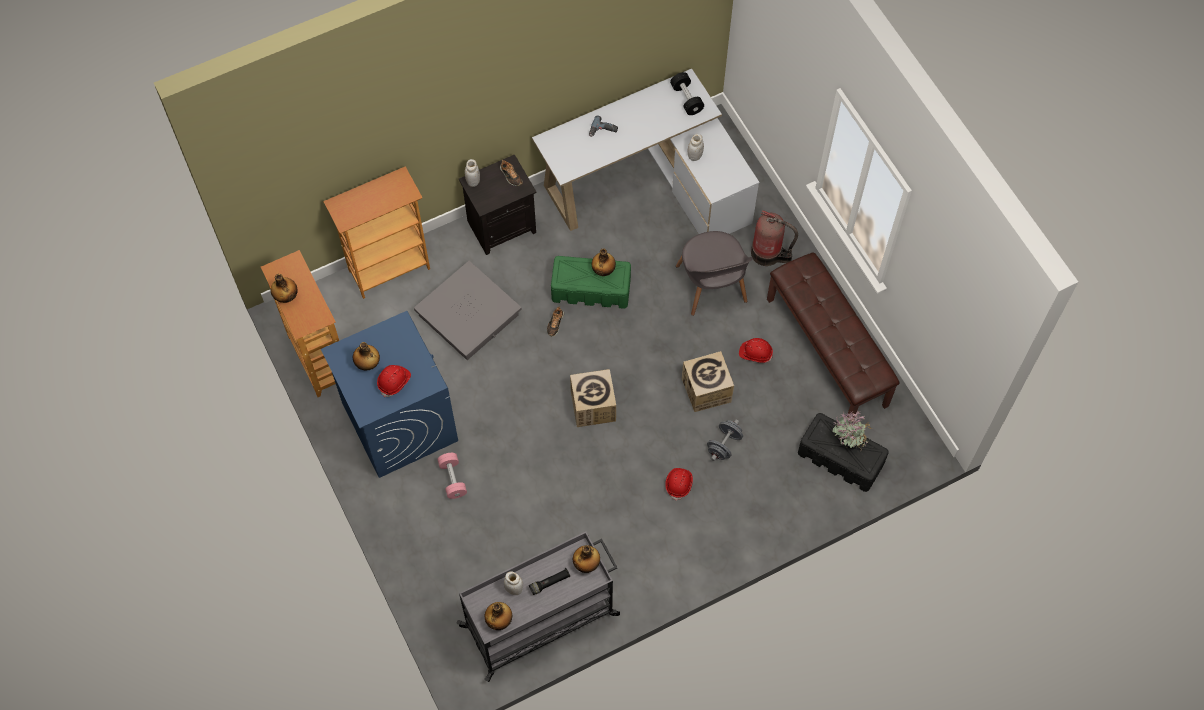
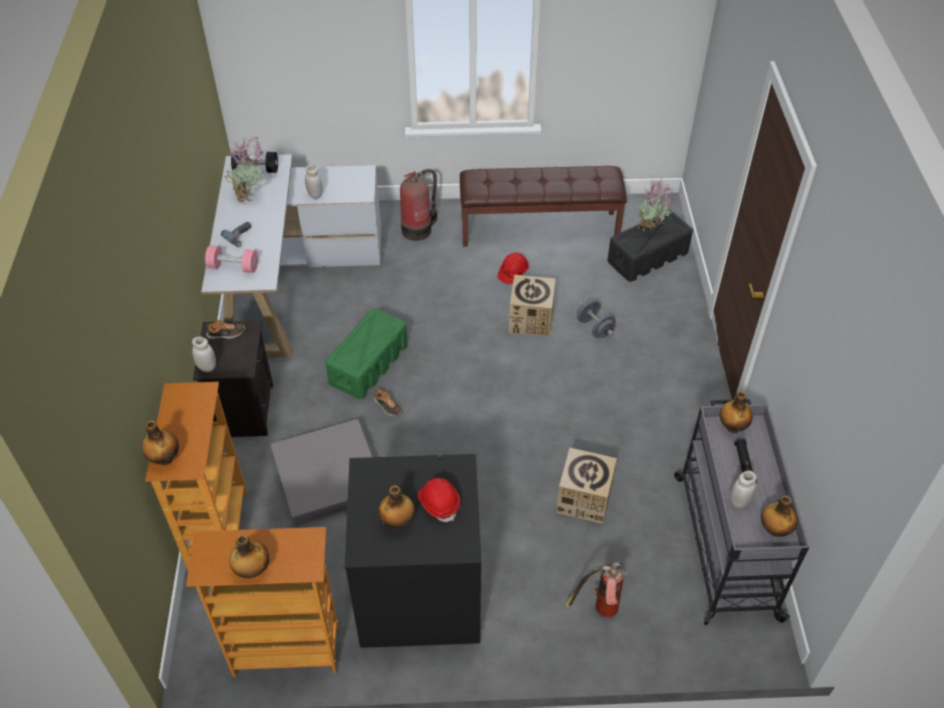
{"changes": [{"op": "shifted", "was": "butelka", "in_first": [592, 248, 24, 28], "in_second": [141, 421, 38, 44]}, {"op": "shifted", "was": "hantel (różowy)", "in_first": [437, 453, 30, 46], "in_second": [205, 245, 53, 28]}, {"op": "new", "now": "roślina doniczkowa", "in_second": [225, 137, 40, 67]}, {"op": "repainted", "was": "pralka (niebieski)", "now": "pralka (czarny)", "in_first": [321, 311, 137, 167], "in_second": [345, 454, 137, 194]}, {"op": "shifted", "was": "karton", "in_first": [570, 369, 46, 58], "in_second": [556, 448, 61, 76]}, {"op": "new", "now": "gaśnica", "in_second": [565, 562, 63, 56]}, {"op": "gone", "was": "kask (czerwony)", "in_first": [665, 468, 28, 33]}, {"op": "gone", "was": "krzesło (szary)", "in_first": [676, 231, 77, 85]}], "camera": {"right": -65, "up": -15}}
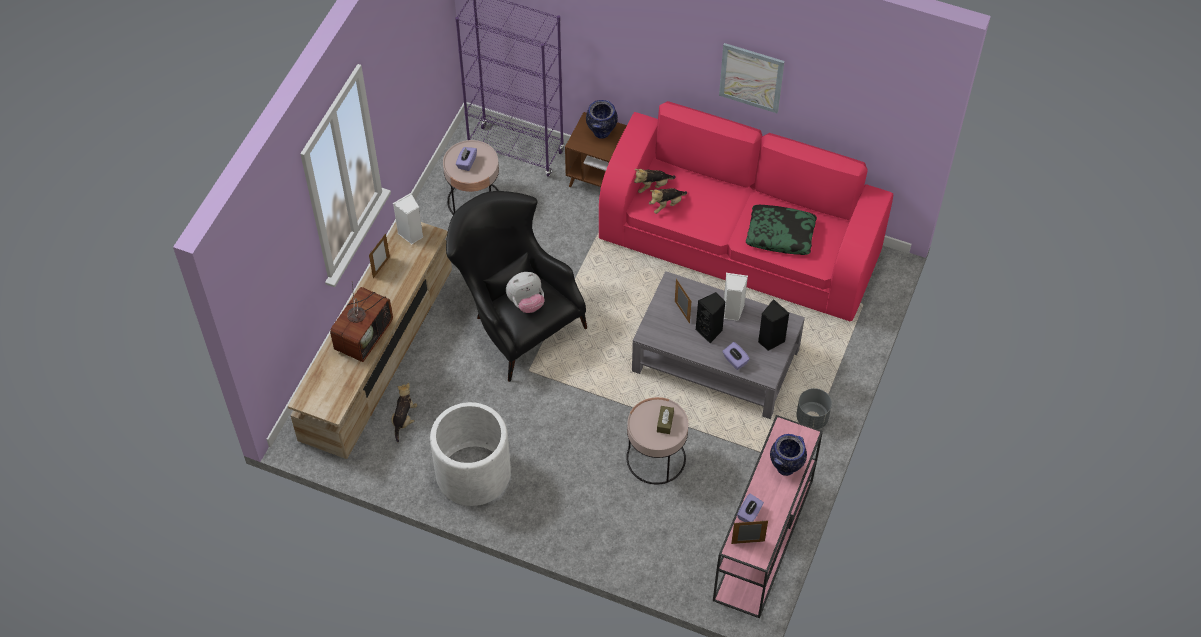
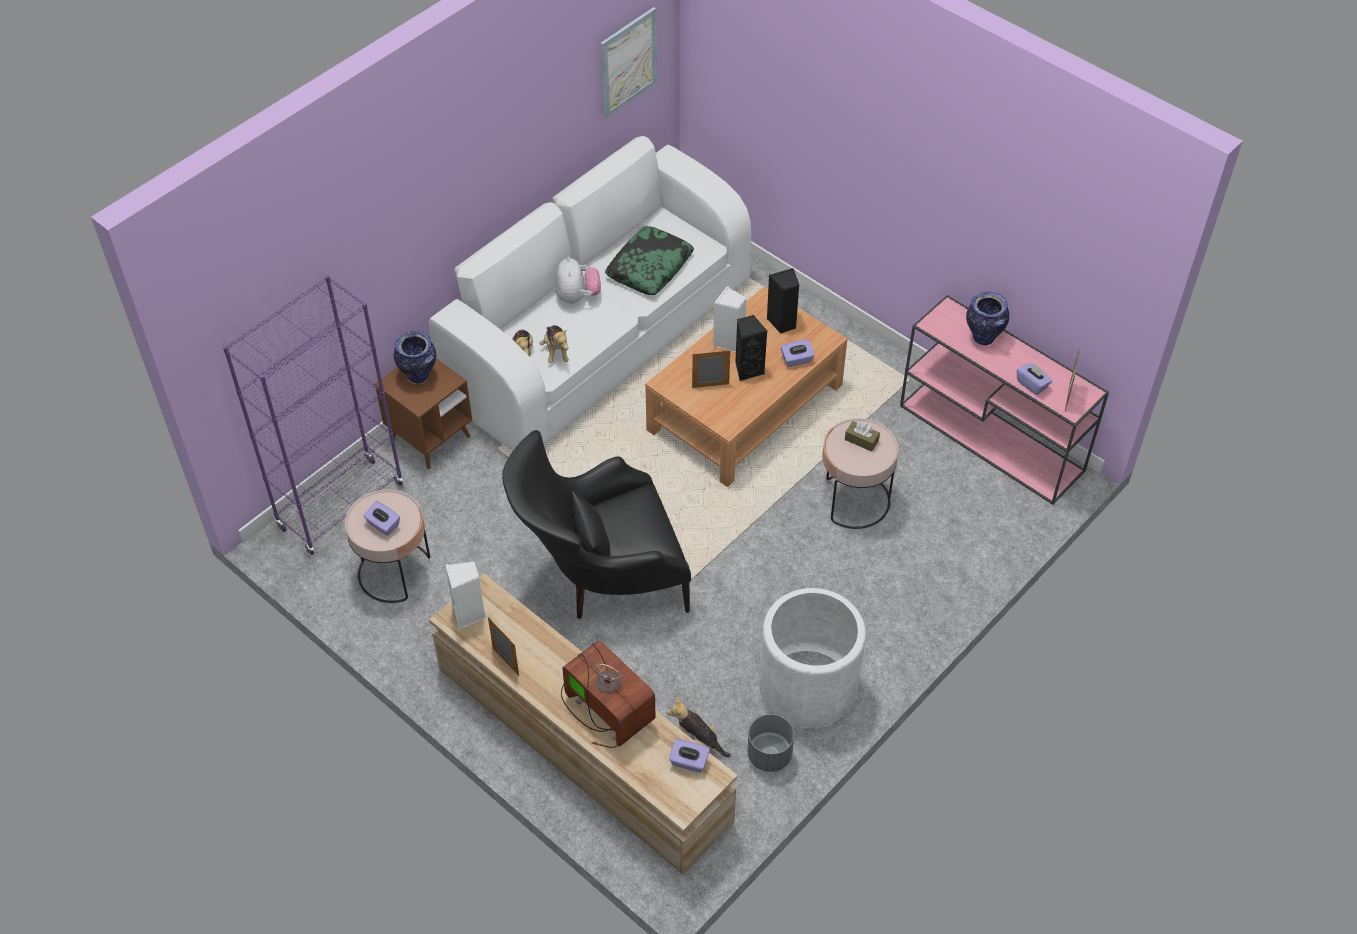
{"changes": [{"op": "repainted", "was": "kanapa (różowy)", "now": "kanapa (biały)", "in_first": [599, 101, 294, 220], "in_second": [429, 136, 323, 315]}, {"op": "shifted", "was": "pluszak", "in_first": [506, 272, 39, 41], "in_second": [555, 256, 46, 48]}, {"op": "shifted", "was": "obraz", "in_first": [719, 43, 66, 70], "in_second": [600, 7, 57, 111]}, {"op": "repainted", "was": "ława (szary)", "now": "ława (brązowy)", "in_first": [632, 271, 173, 148], "in_second": [645, 286, 203, 201]}, {"op": "new", "now": "pudełko chusteczek (fioletowy)", "in_second": [669, 739, 41, 33]}, {"op": "shifted", "was": "donica (szary)", "in_first": [796, 388, 36, 41], "in_second": [747, 714, 47, 58]}], "camera": {"right": -70, "up": -5}}
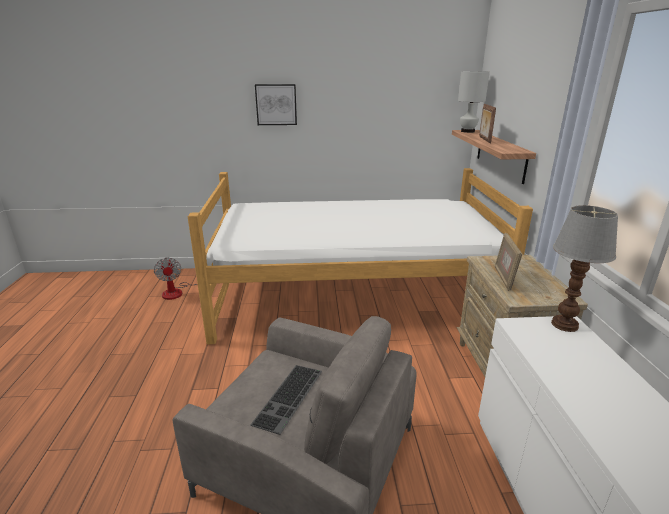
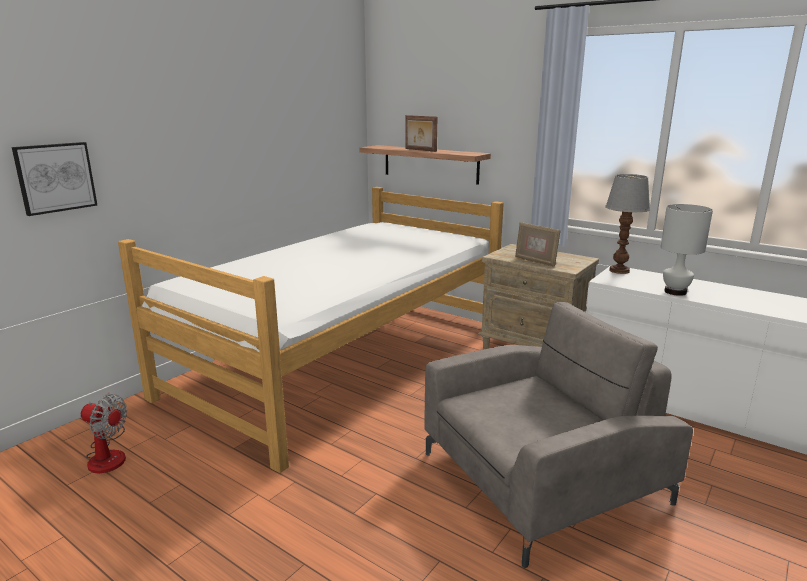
{"changes": [{"op": "shifted", "was": "obraz", "in_first": [255, 84, 42, 41], "in_second": [11, 142, 86, 74]}, {"op": "shifted", "was": "lampa stołowa (biały)", "in_first": [458, 71, 32, 62], "in_second": [661, 204, 52, 92]}, {"op": "gone", "was": "klawiatura", "in_first": [251, 365, 71, 70]}], "camera": {"right": -50, "up": -5}}
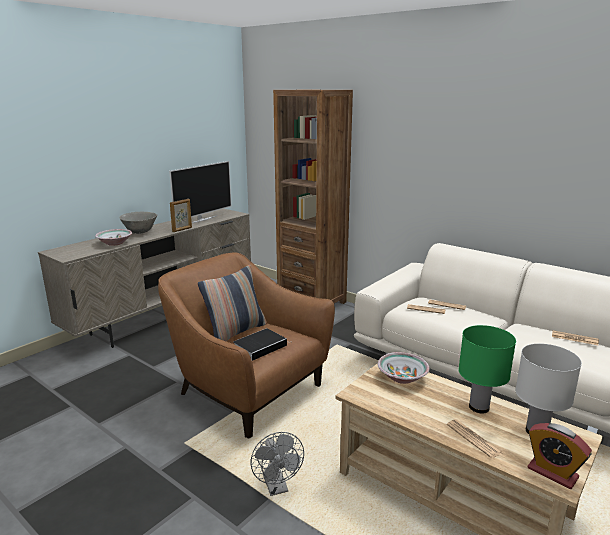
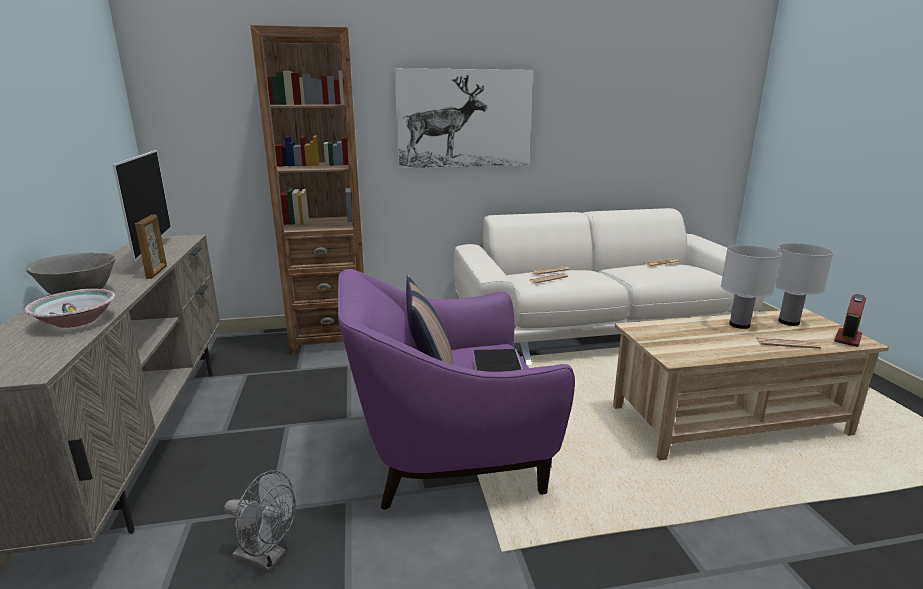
{"changes": [{"op": "shifted", "was": "wentylator (szary)", "in_first": [251, 432, 53, 64], "in_second": [224, 470, 72, 101]}, {"op": "repainted", "was": "fotel (brązowy)", "now": "fotel (fioletowy)", "in_first": [158, 252, 177, 186], "in_second": [338, 269, 237, 241]}, {"op": "new", "now": "obraz", "in_second": [395, 68, 138, 100]}, {"op": "repainted", "was": "lampa stołowa (zielony)", "now": "lampa stołowa (biały)", "in_first": [458, 325, 58, 88], "in_second": [721, 245, 60, 84]}, {"op": "rotated", "was": "budzik", "in_first": [528, 423, 64, 66], "in_second": [834, 294, 32, 53], "clockwise": 135}, {"op": "gone", "was": "miska", "in_first": [378, 352, 51, 32]}], "camera": {"right": -50, "up": 0}}
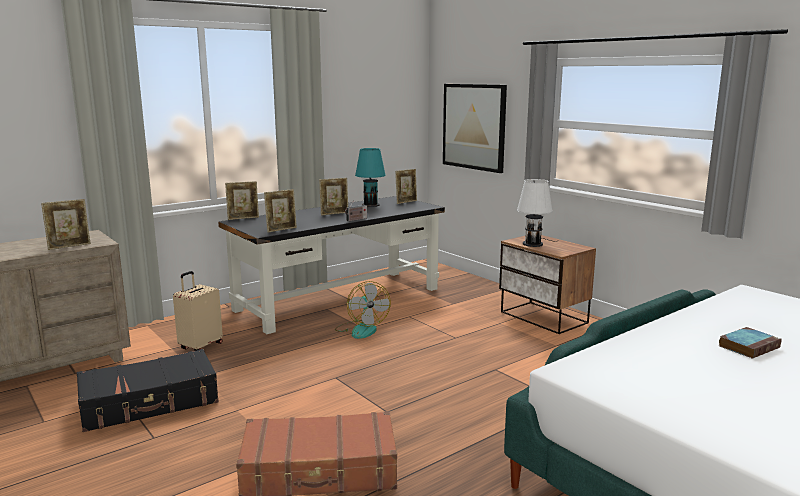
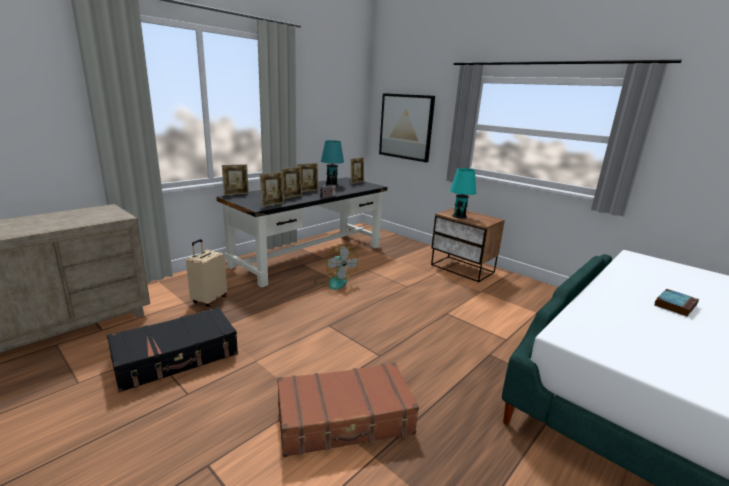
{"changes": [{"op": "shifted", "was": "ramka na zdjęcie", "in_first": [41, 199, 50, 51], "in_second": [280, 167, 22, 32]}, {"op": "repainted", "was": "lampa stołowa (biały)", "now": "lampa stołowa (turkusowy)", "in_first": [517, 179, 40, 68], "in_second": [450, 168, 26, 51]}], "camera": {"right": -10, "up": 5}}
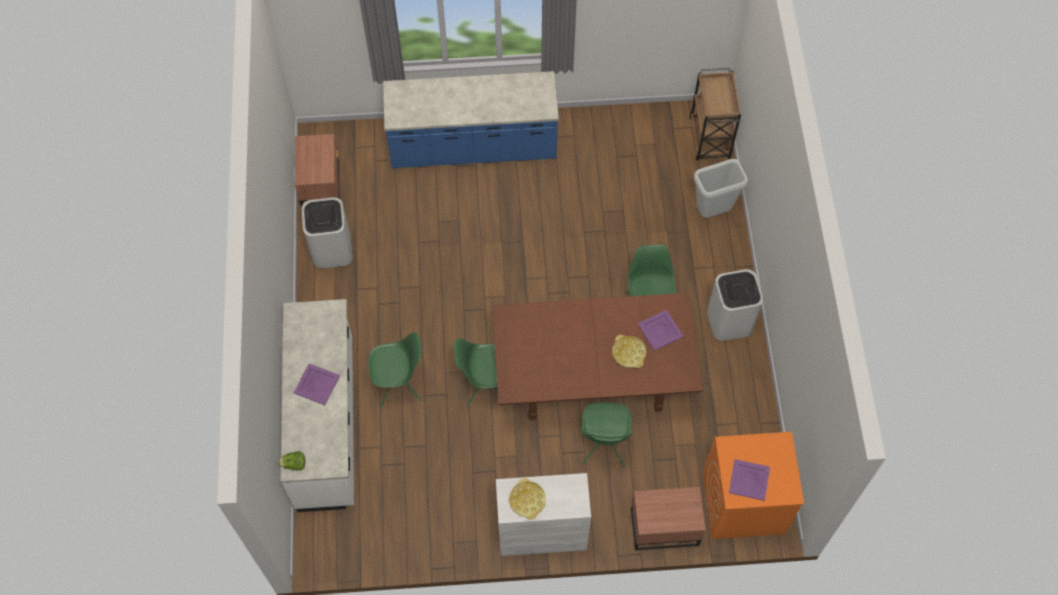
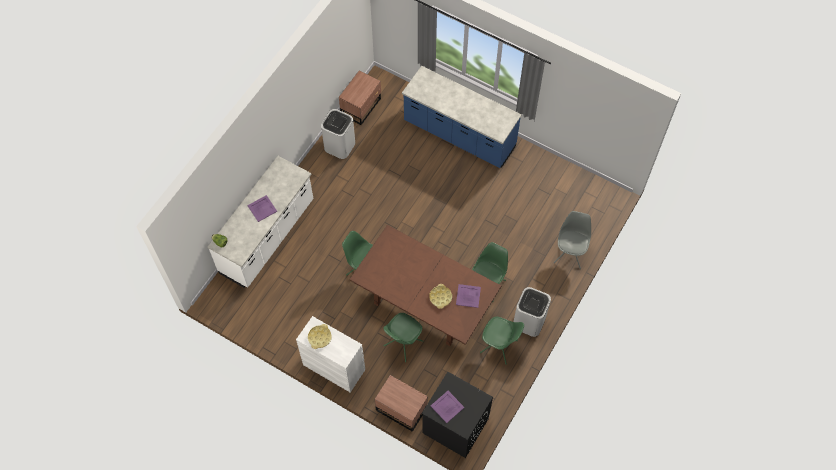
{"changes": [{"op": "repainted", "was": "pralka (pomarańczowy)", "now": "pralka (czarny)", "in_first": [703, 432, 101, 107], "in_second": [422, 372, 71, 86]}, {"op": "shifted", "was": "krzesło (zielony)", "in_first": [368, 332, 55, 75], "in_second": [480, 317, 44, 48]}, {"op": "swapped", "was": "kosz na śmieci (szary)", "now": "krzesło (szary)", "in_first": [694, 159, 55, 59], "in_second": [554, 211, 37, 58]}, {"op": "gone", "was": "wózek (brązowy)", "in_first": [690, 68, 51, 92]}], "camera": {"right": 35, "up": 0}}
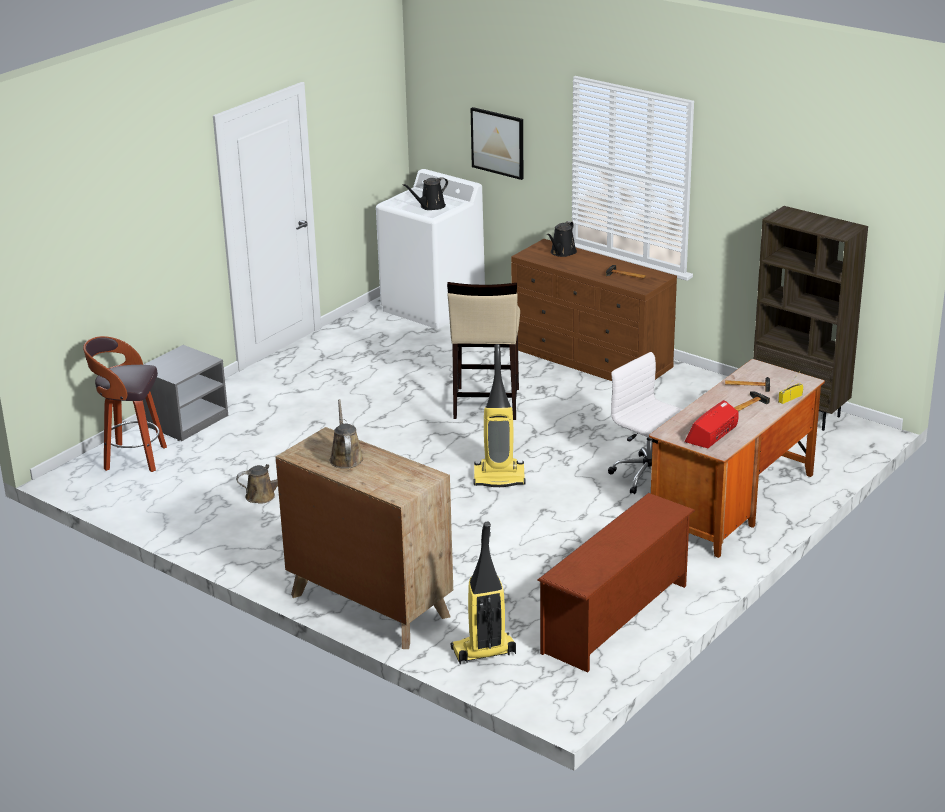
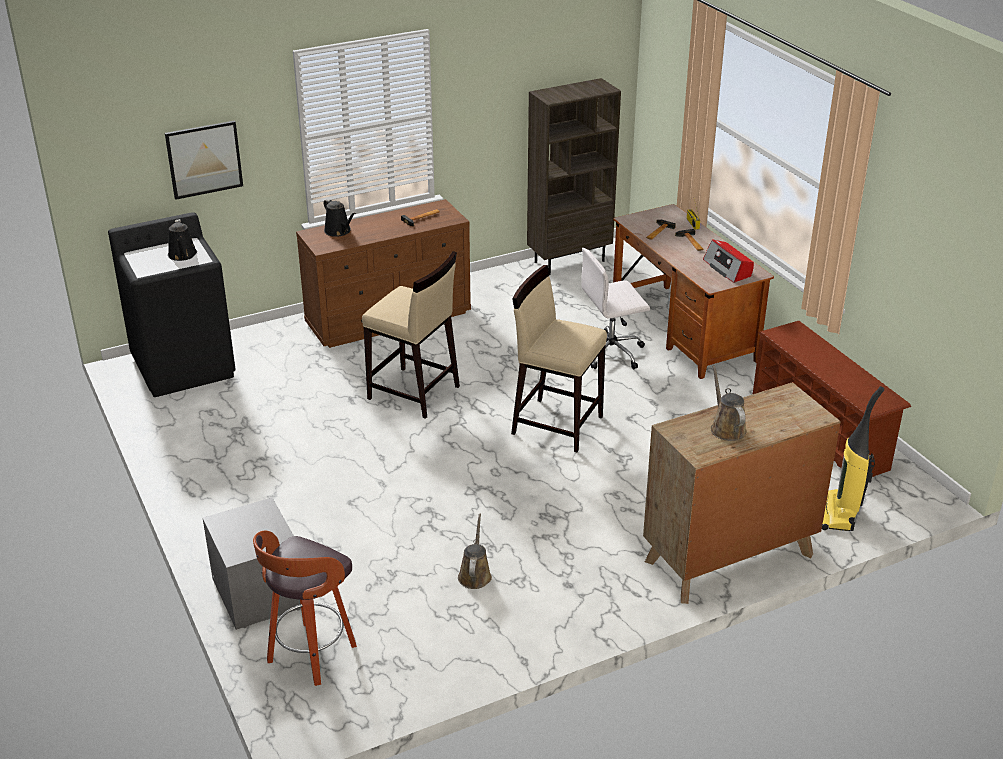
{"changes": [{"op": "repainted", "was": "pralka (biały)", "now": "pralka (czarny)", "in_first": [376, 169, 109, 160], "in_second": [108, 212, 128, 185]}, {"op": "swapped", "was": "odkurzacz", "now": "stołek (beżowy)", "in_first": [474, 344, 52, 143], "in_second": [511, 265, 96, 187]}, {"op": "rotated", "was": "konewka (brązowy)", "in_first": [330, 399, 34, 70], "in_second": [711, 365, 36, 76], "clockwise": 60}], "camera": {"right": -65, "up": 5}}
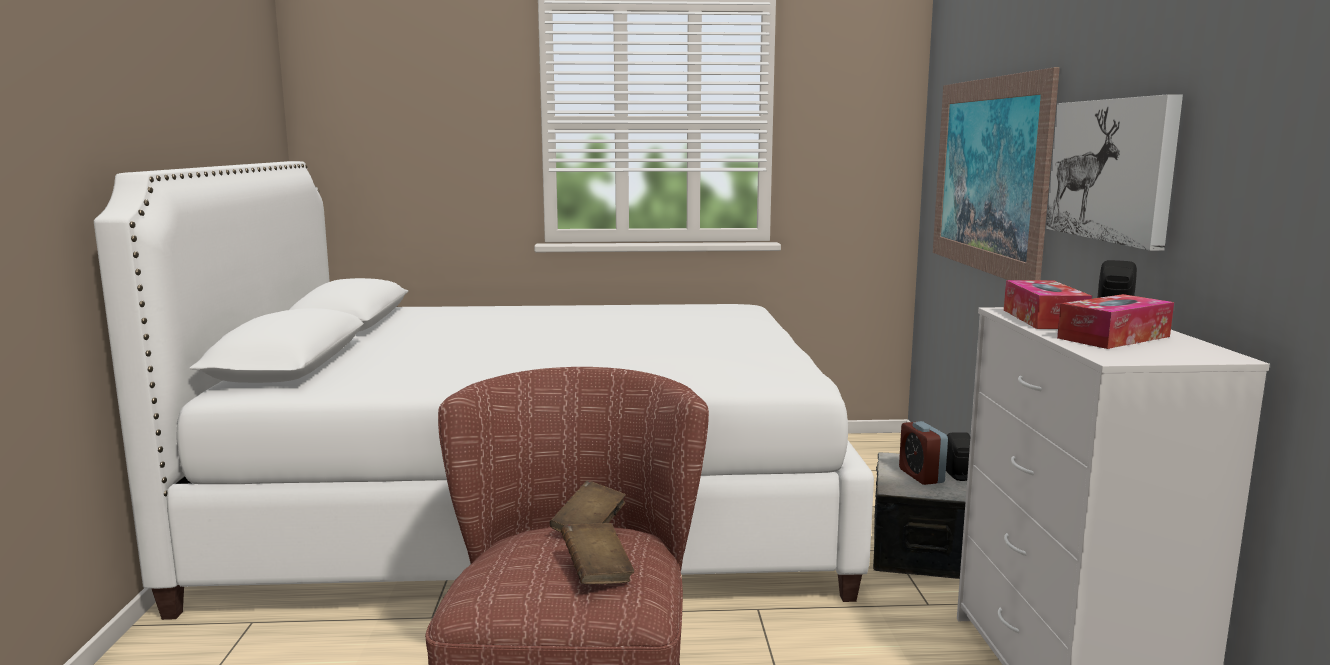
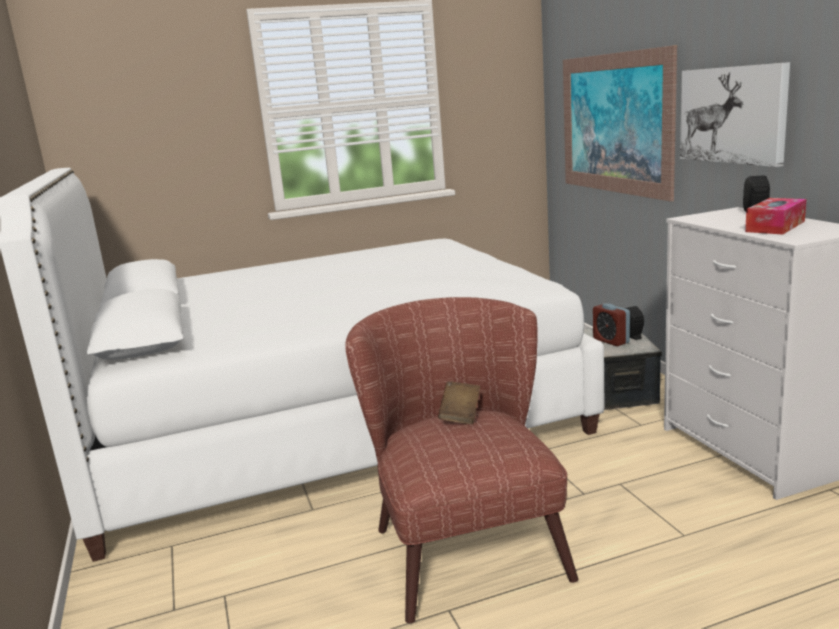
{"changes": [{"op": "gone", "was": "książka (brązowy)", "in_first": [561, 523, 73, 61]}, {"op": "gone", "was": "pudełko chusteczek", "in_first": [1004, 280, 88, 49]}], "camera": {"right": -15, "up": 5}}
